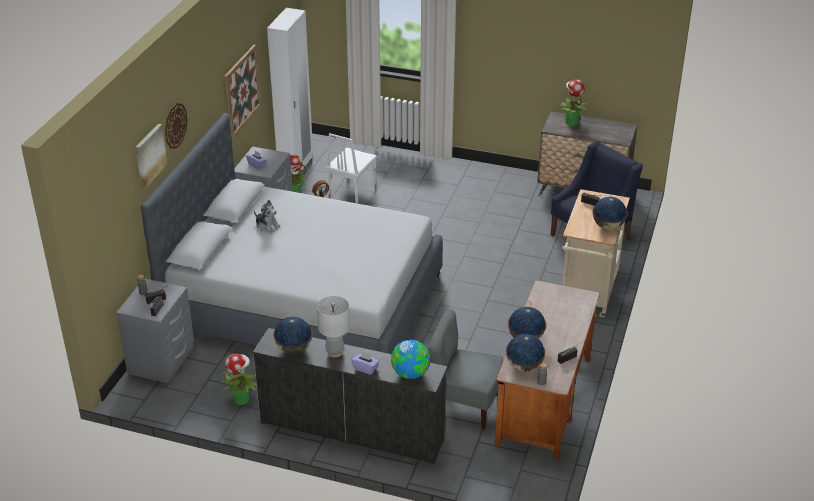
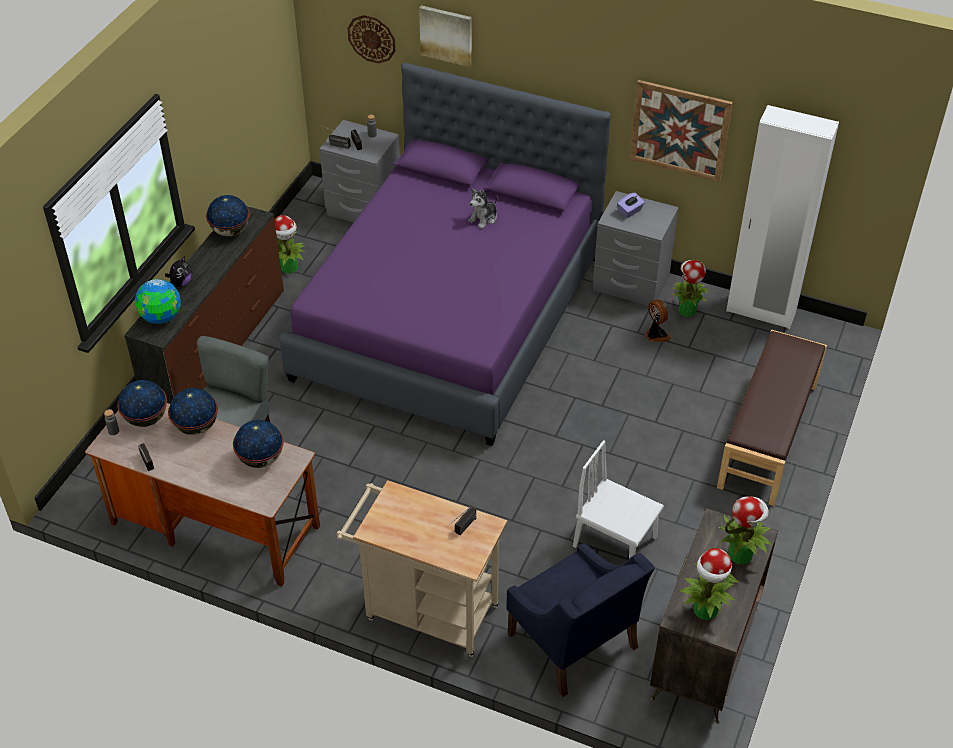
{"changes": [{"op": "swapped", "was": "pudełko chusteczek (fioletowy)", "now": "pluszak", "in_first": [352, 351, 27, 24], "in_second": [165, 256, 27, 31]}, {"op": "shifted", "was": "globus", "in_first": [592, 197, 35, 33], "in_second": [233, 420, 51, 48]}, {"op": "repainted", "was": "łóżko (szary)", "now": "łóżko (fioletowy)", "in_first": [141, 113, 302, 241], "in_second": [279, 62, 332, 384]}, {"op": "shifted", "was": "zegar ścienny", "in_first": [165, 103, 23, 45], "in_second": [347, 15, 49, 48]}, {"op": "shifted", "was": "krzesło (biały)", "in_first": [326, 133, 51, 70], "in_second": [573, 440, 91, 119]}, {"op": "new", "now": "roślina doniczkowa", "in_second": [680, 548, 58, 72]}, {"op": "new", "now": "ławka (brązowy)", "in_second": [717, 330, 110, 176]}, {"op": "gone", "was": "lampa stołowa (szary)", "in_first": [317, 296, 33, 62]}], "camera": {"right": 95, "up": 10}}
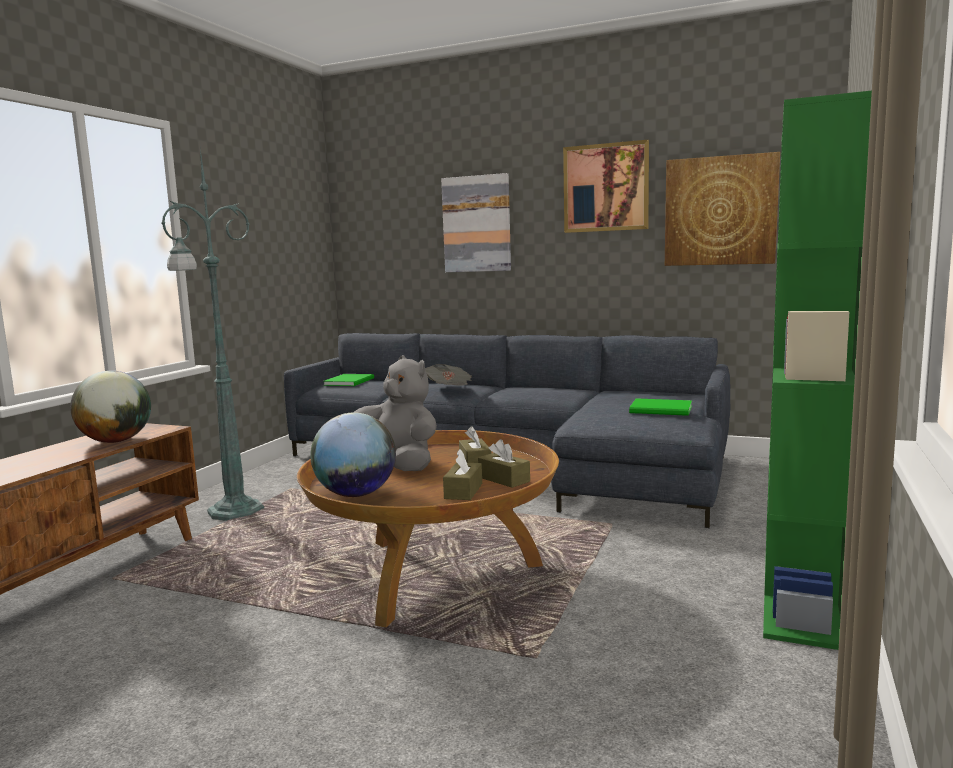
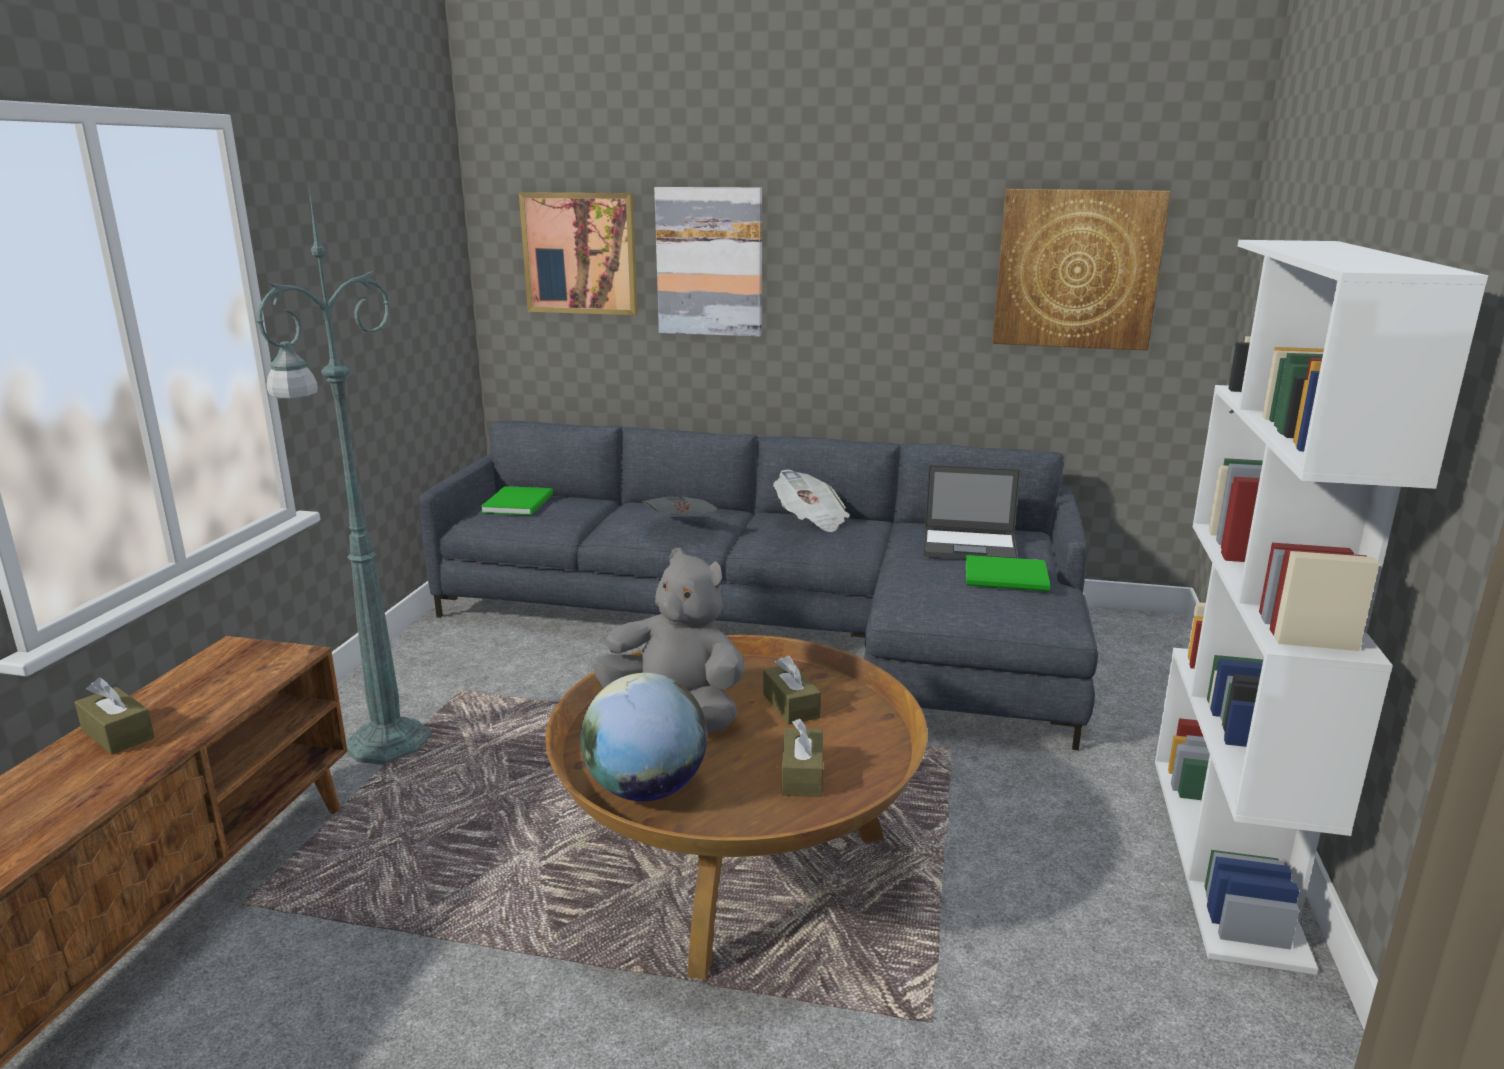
{"changes": [{"op": "shifted", "was": "pudełko chusteczek (brązowy)", "in_first": [478, 439, 52, 49], "in_second": [74, 678, 81, 77]}, {"op": "shifted", "was": "obraz", "in_first": [563, 140, 86, 93], "in_second": [519, 192, 119, 123]}, {"op": "new", "now": "gazeta", "in_second": [773, 470, 77, 62]}, {"op": "new", "now": "laptop", "in_second": [923, 465, 98, 94]}, {"op": "repainted", "was": "regał (zielony)", "now": "regał (biały)", "in_first": [763, 90, 109, 560], "in_second": [1155, 240, 333, 735]}, {"op": "gone", "was": "globus", "in_first": [70, 371, 81, 72]}], "camera": {"right": -10, "up": 10}}
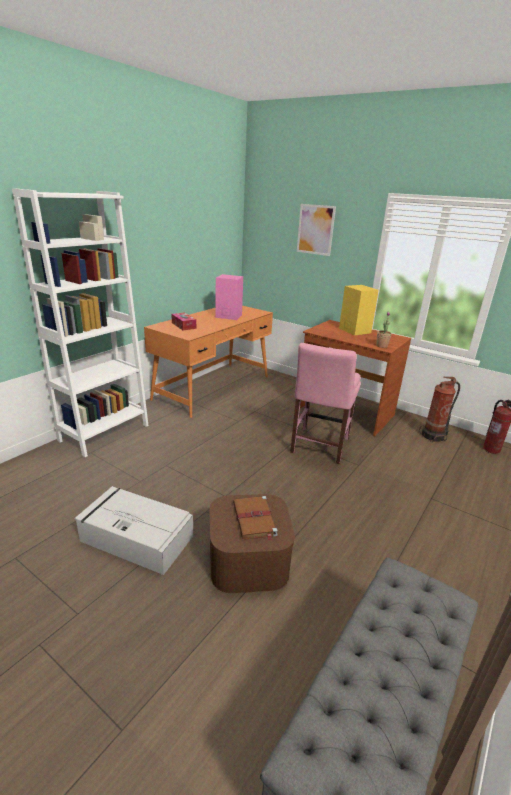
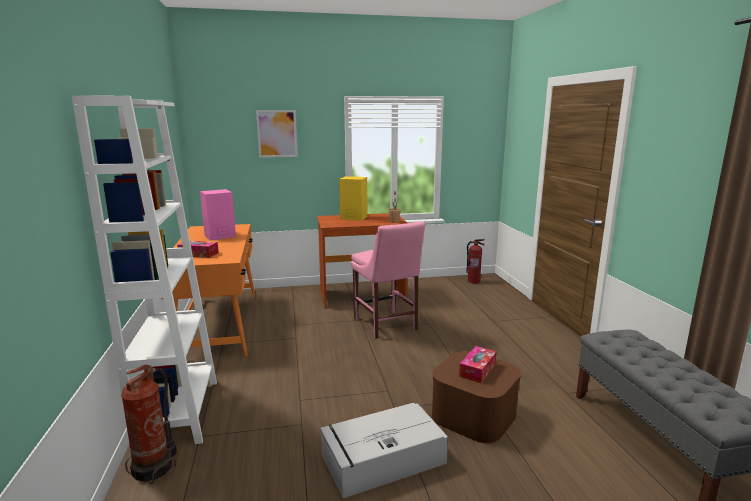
{"changes": [{"op": "shifted", "was": "gaśnica", "in_first": [419, 377, 41, 65], "in_second": [121, 365, 56, 119]}, {"op": "swapped", "was": "książka (brązowy)", "now": "pudełko chusteczek", "in_first": [233, 496, 45, 45], "in_second": [459, 346, 38, 37]}], "camera": {"right": -45, "up": -10}}
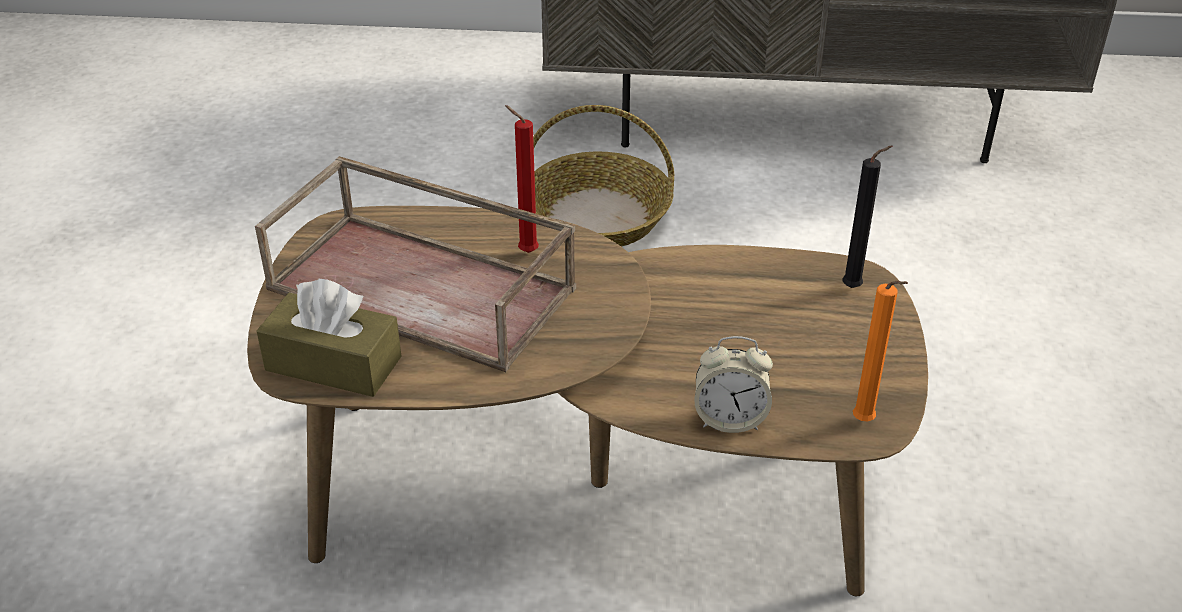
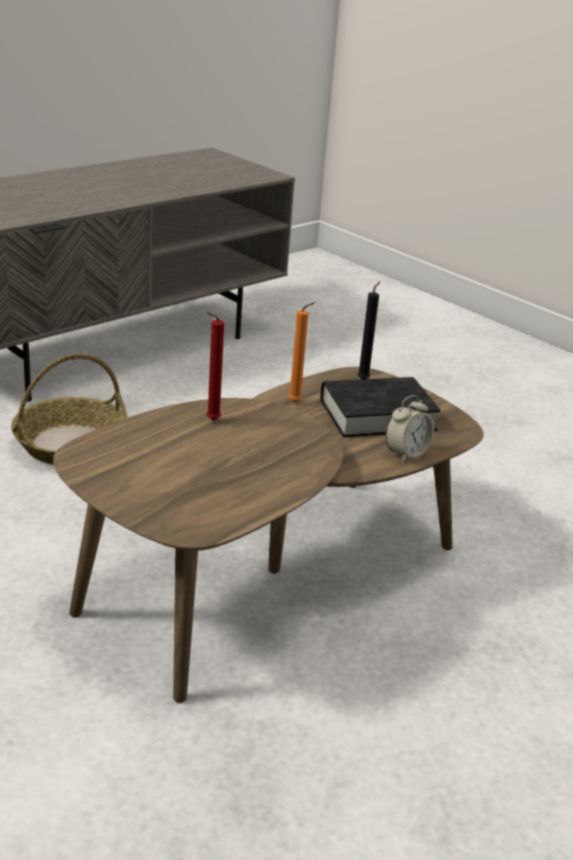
{"changes": [{"op": "shifted", "was": "świeca (pomarańczowy)", "in_first": [853, 280, 55, 141], "in_second": [289, 302, 27, 100]}, {"op": "new", "now": "książka (czarny)", "in_second": [321, 377, 119, 60]}, {"op": "gone", "was": "taca (brązowy)", "in_first": [255, 156, 321, 216]}, {"op": "gone", "was": "pudełko chusteczek (brązowy)", "in_first": [256, 279, 146, 118]}], "camera": {"right": -50, "up": -10}}
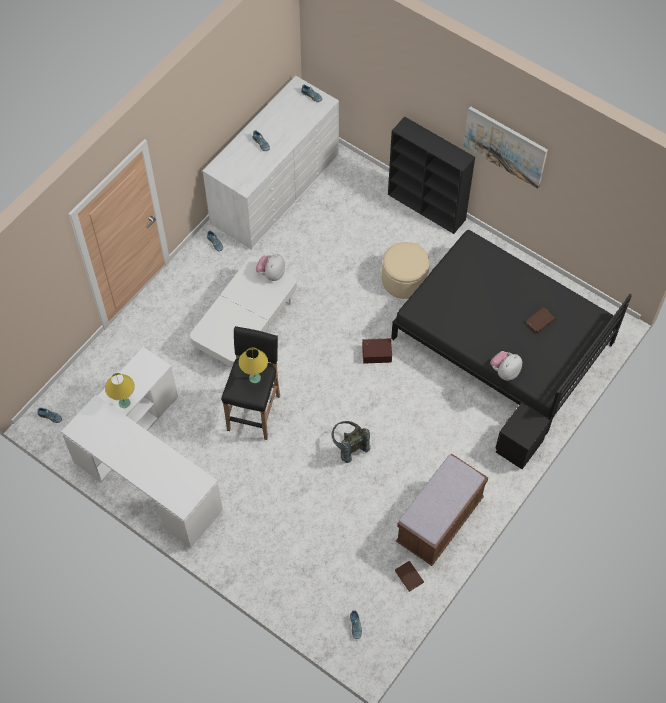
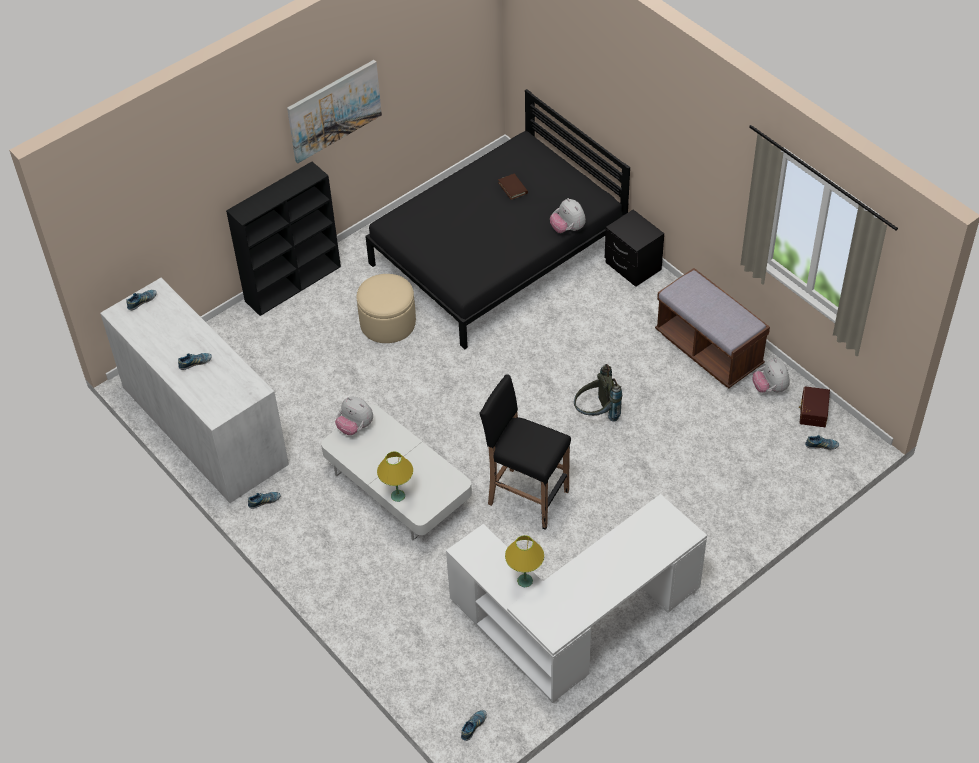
{"changes": [{"op": "shifted", "was": "lampa stołowa (żółty)", "in_first": [239, 348, 29, 35], "in_second": [377, 451, 36, 51]}, {"op": "swapped", "was": "książka (brązowy)", "now": "pluszak", "in_first": [395, 561, 29, 31], "in_second": [752, 359, 38, 34]}, {"op": "shifted", "was": "pojemnik do przechowywania (brązowy)", "in_first": [362, 338, 30, 26], "in_second": [799, 386, 31, 41]}], "camera": {"right": -75, "up": -10}}
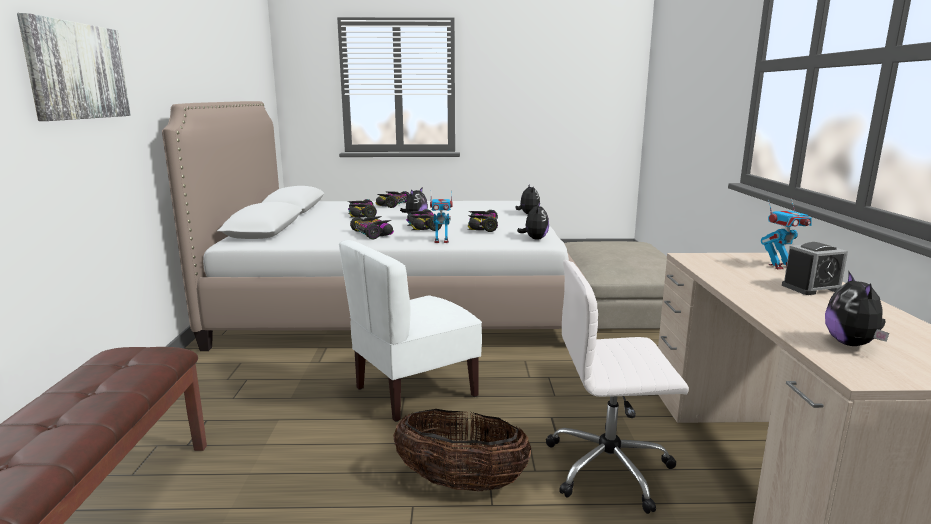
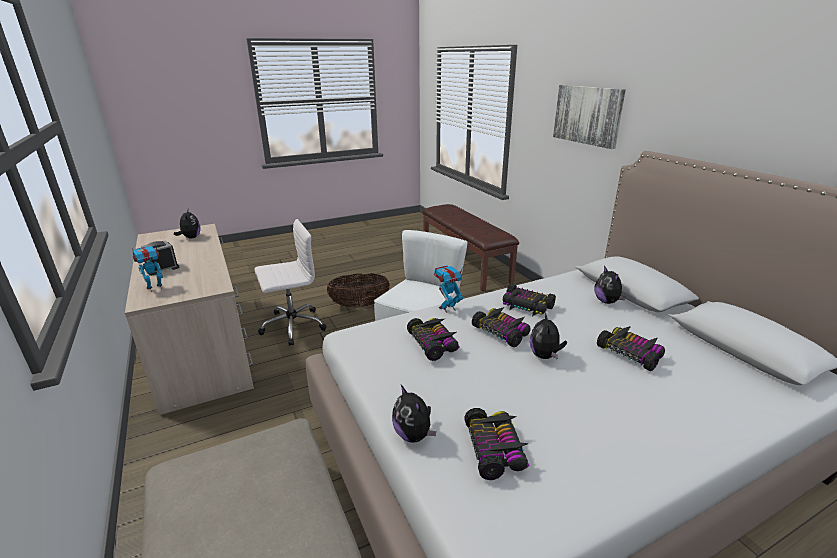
{"changes": [{"op": "shifted", "was": "samochodzik", "in_first": [375, 191, 35, 17], "in_second": [464, 408, 65, 72]}, {"op": "shifted", "was": "pluszak", "in_first": [517, 203, 32, 37], "in_second": [594, 266, 32, 38]}], "camera": {"right": 155, "up": 10}}
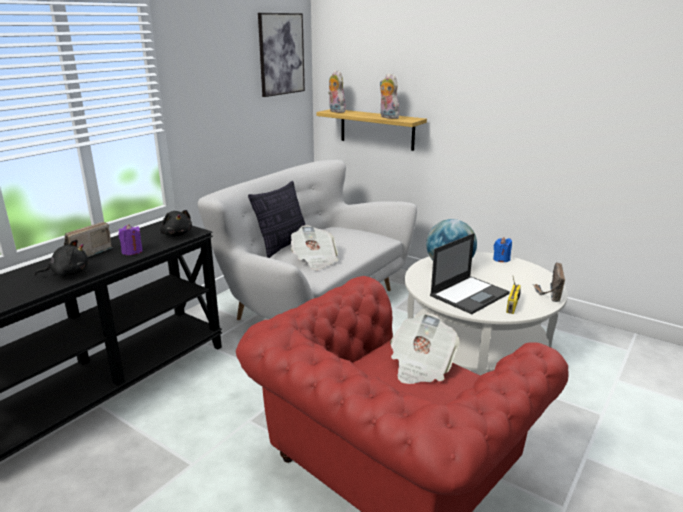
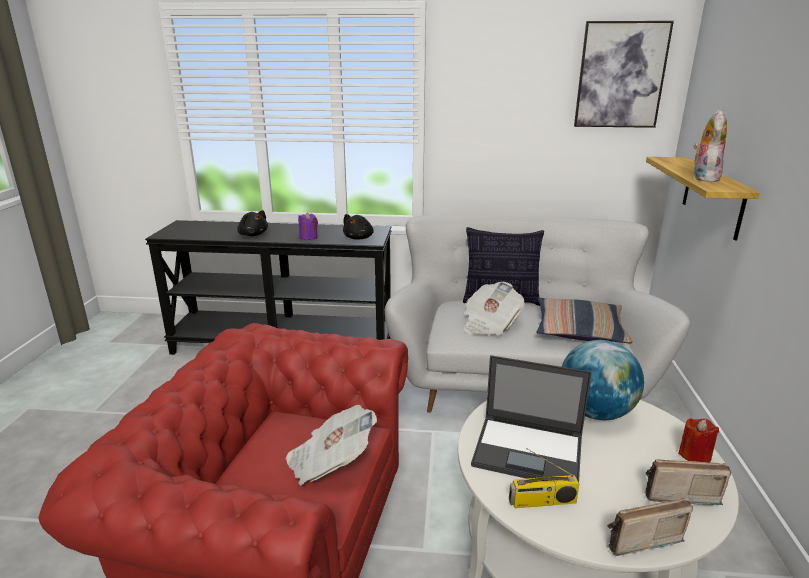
{"changes": [{"op": "new", "now": "poduszka", "in_second": [536, 298, 96, 46]}, {"op": "shifted", "was": "radio", "in_first": [64, 222, 49, 35], "in_second": [644, 459, 87, 46]}, {"op": "repainted", "was": "świeca (niebieski)", "now": "świeca (czerwony)", "in_first": [493, 237, 19, 25], "in_second": [678, 418, 41, 44]}, {"op": "gone", "was": "pluszak", "in_first": [328, 70, 18, 43]}], "camera": {"right": 60, "up": 0}}
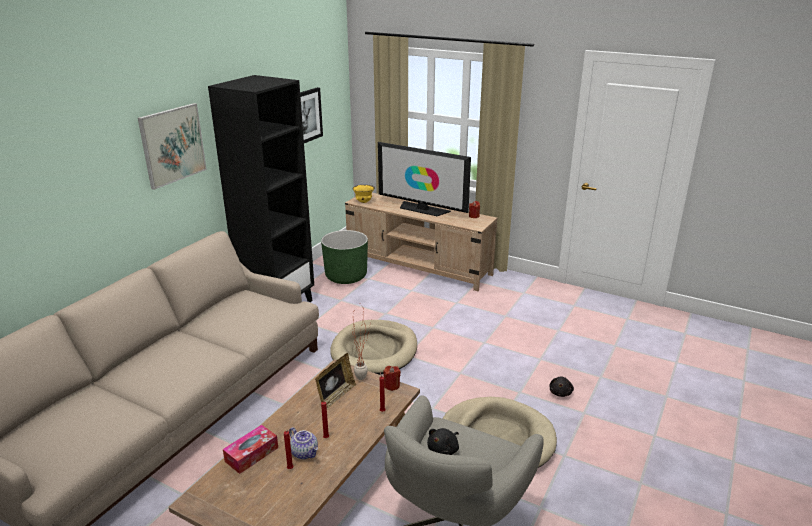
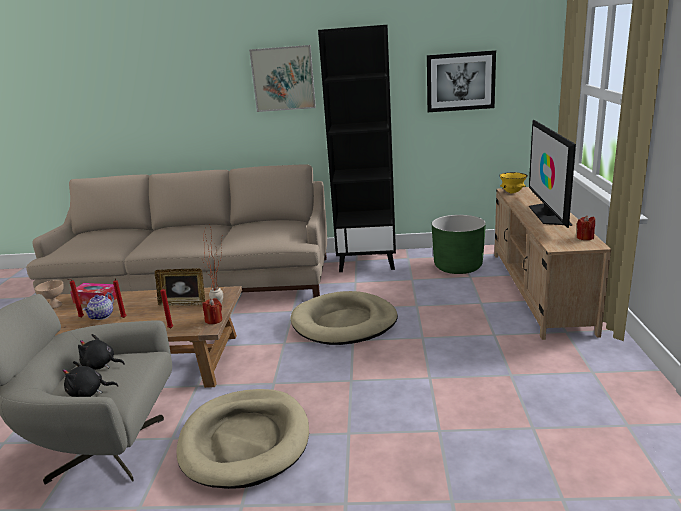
{"changes": [{"op": "new", "now": "miska (beżowy)", "in_second": [35, 280, 29, 29]}, {"op": "shifted", "was": "pluszak (czarny)", "in_first": [549, 377, 25, 20], "in_second": [62, 361, 56, 36]}], "camera": {"right": 65, "up": -5}}
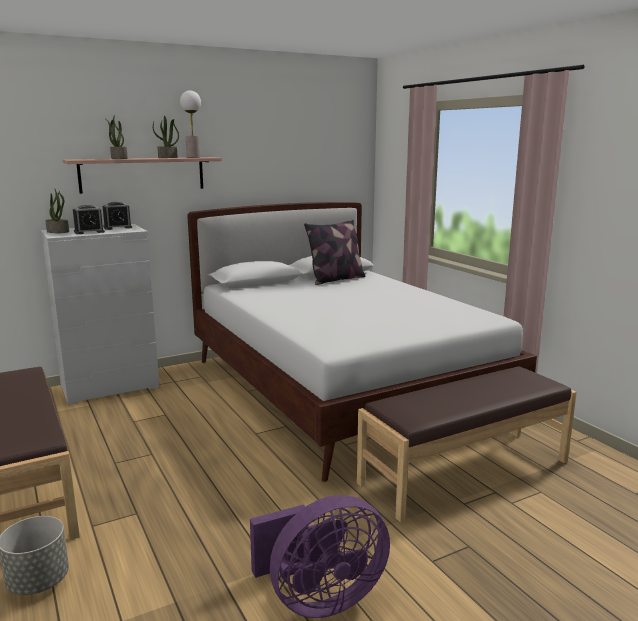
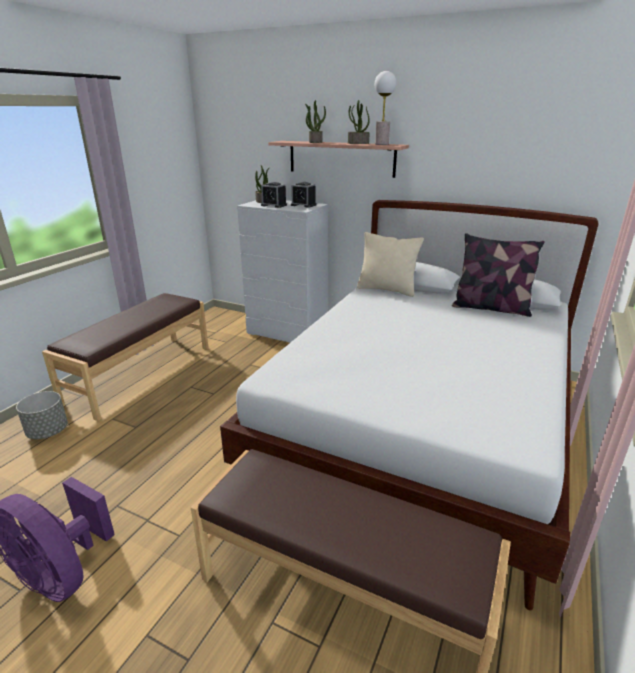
{"changes": [{"op": "new", "now": "poduszka (beżowy)", "in_second": [357, 232, 67, 65]}], "camera": {"right": 55, "up": 10}}
